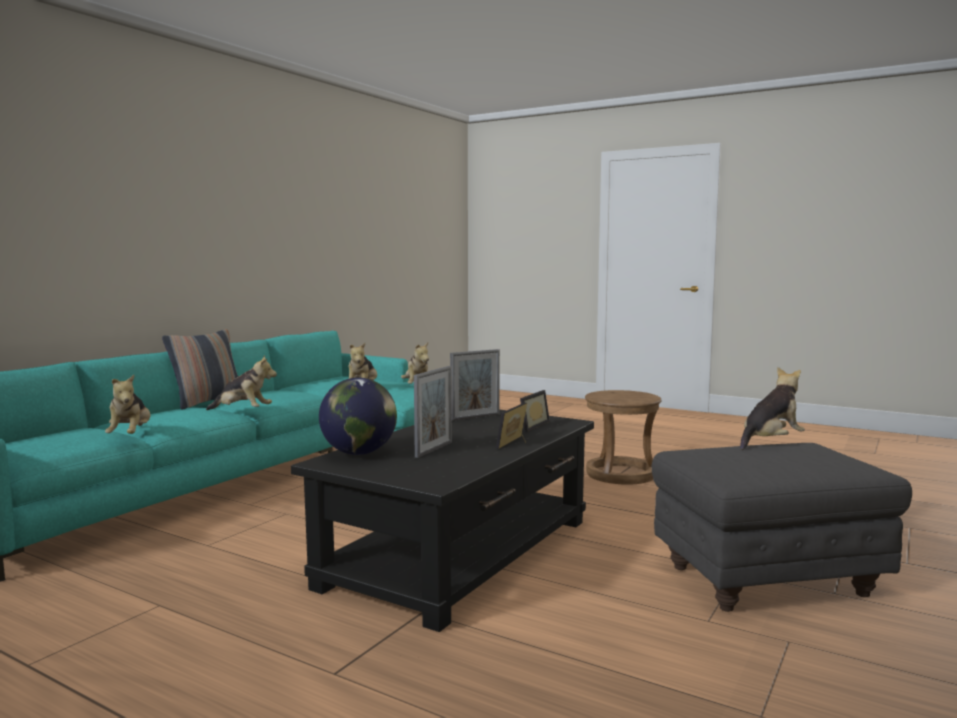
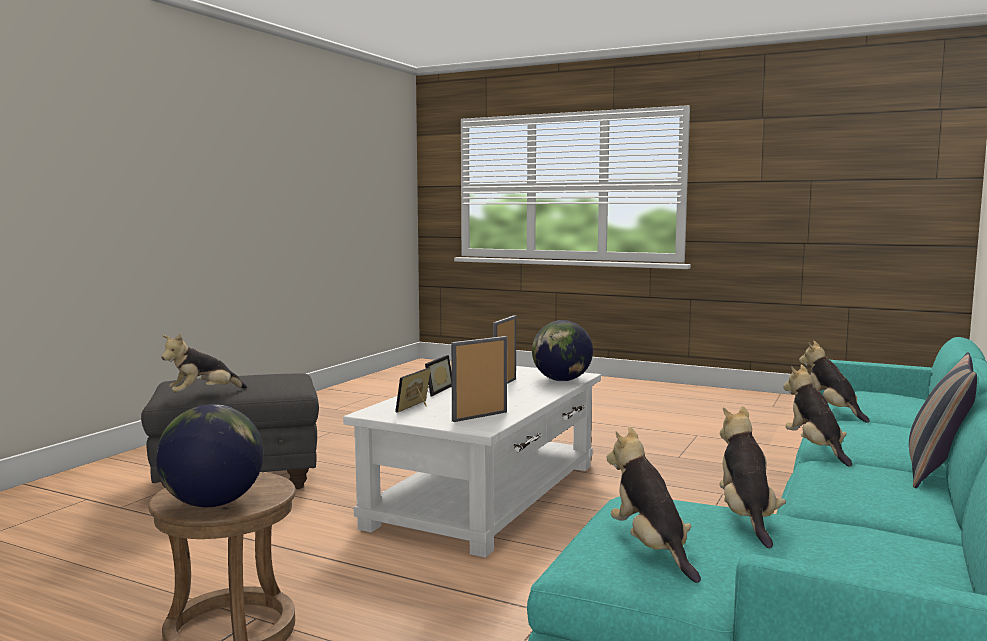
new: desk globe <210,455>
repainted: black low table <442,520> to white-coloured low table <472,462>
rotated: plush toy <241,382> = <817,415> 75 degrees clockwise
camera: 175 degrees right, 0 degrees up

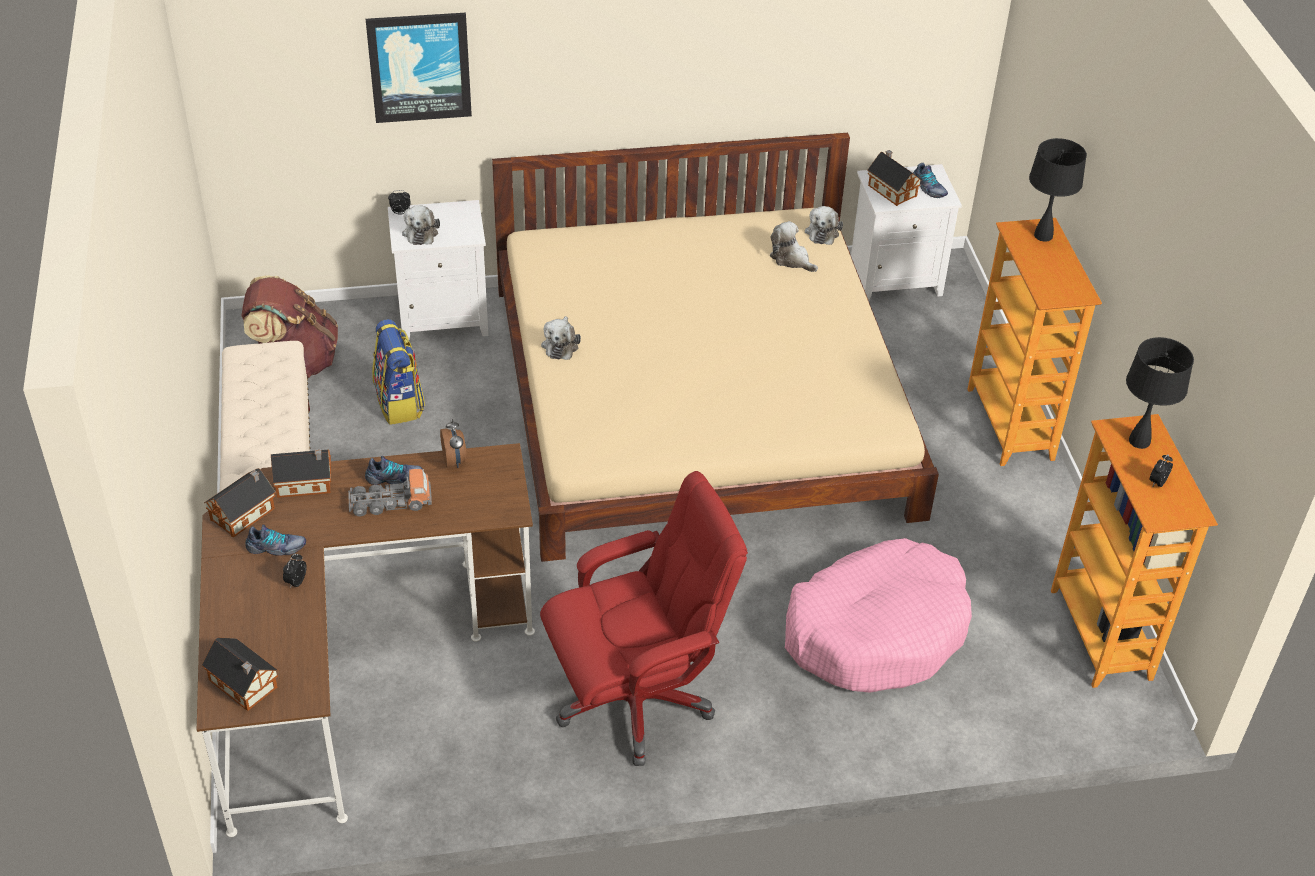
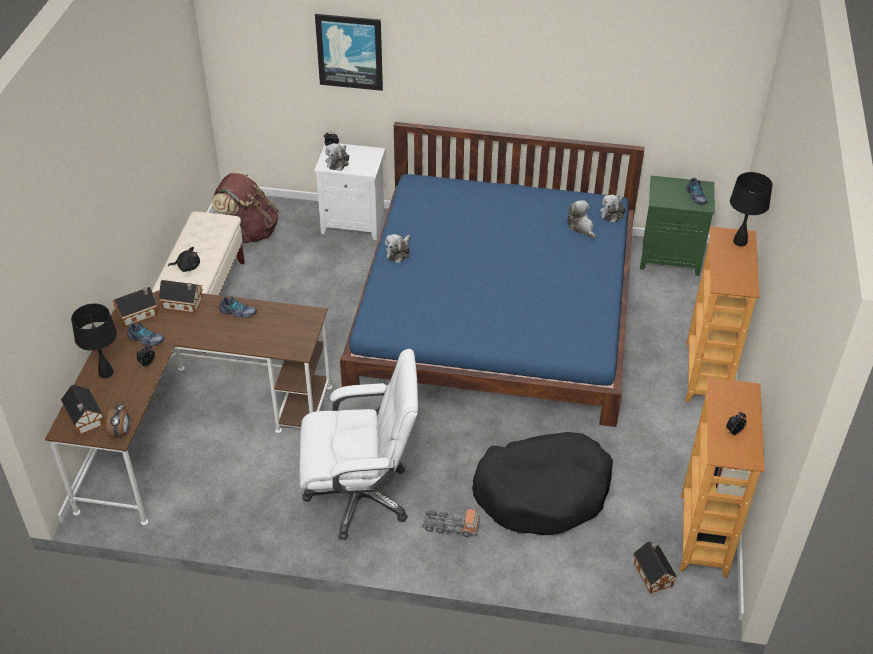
gone: rucksack <398,372>
new: black plush toy <184,259>
shifted: black table lamp <1160,393> to <94,340>; bedside clock <453,443> to <118,421>; toy truck <390,492> to <451,523>; miniature house <894,178> to <655,567>
repainted: reddish desk chair <644,618> to white-coloured desk chair <358,444>; beige bed <715,347> to blue bed <492,274>; pink-coloured pet bed <878,615> to black pet bed <542,483>; white-coloured nightstand <906,232> to green-coloured nightstand <677,226>
camera: 20 degrees right, 0 degrees up

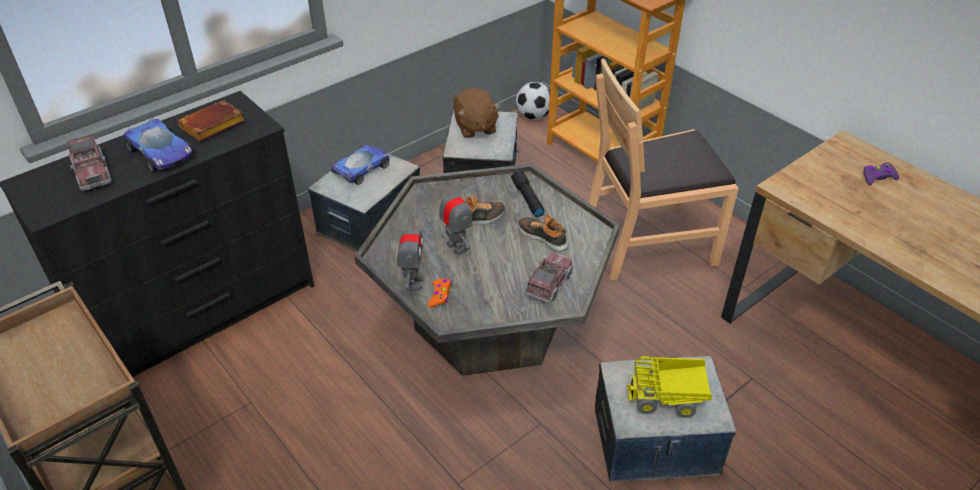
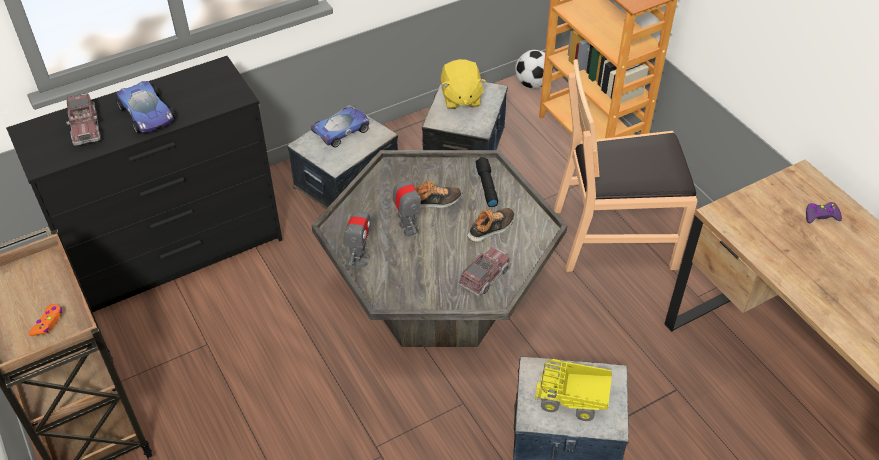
gone: brown bound book <211,120>
shifted: orangey gamepad <439,293> to <45,320>
repainted: brown plush toy <477,113> to yellow-coloured plush toy <463,84>
rotated: shoe <543,233> = <490,225> 90 degrees clockwise
camera: 10 degrees right, 5 degrees up

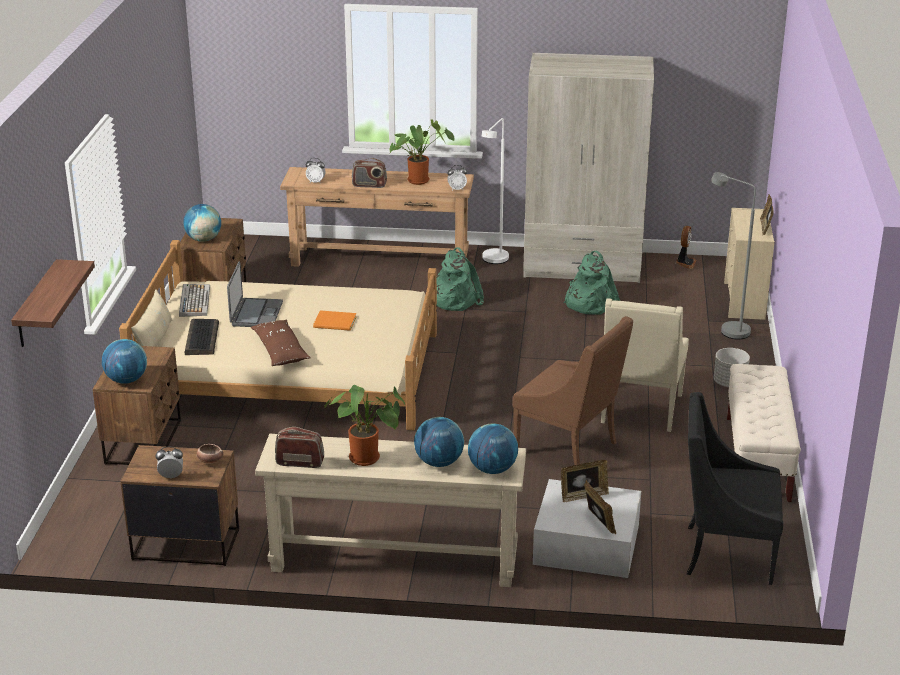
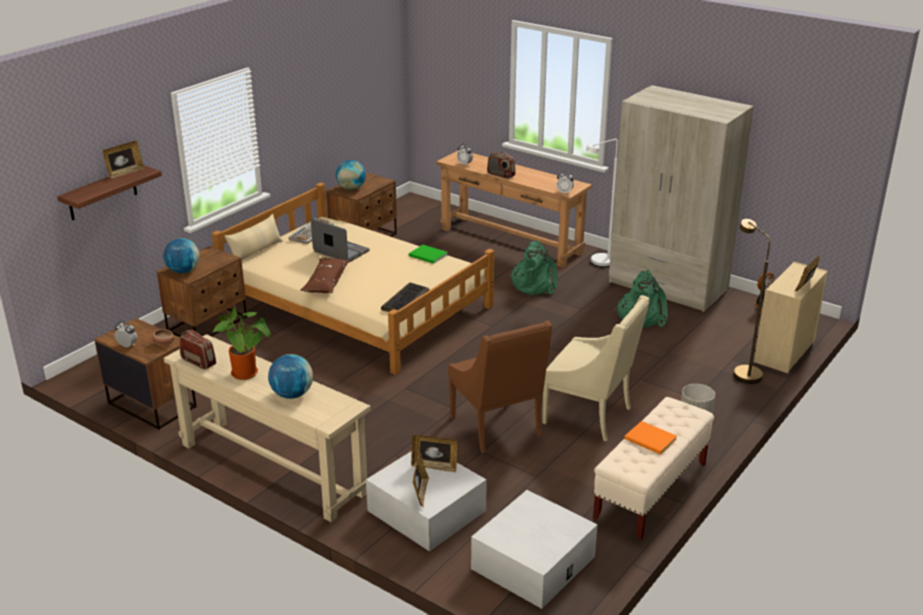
gone: houseplant <422,152>; desk globe <493,448>
new: standing frame <124,159>; green-coloured bound book <428,254>
shifted: PC keyboard <202,337> to <405,297>; orangey bound book <335,320> to <650,438>
swapped: black easy chair <735,488> to white-coloured storage container <534,549>
repainted: greyish standard lamp <733,255> to brown standard lamp <751,301>
rotated: portable computer <255,294> = <340,241> 90 degrees counterclockwise; beige easy chair <645,365> = <596,368> 105 degrees counterclockwise
camera: 30 degrees right, 0 degrees up

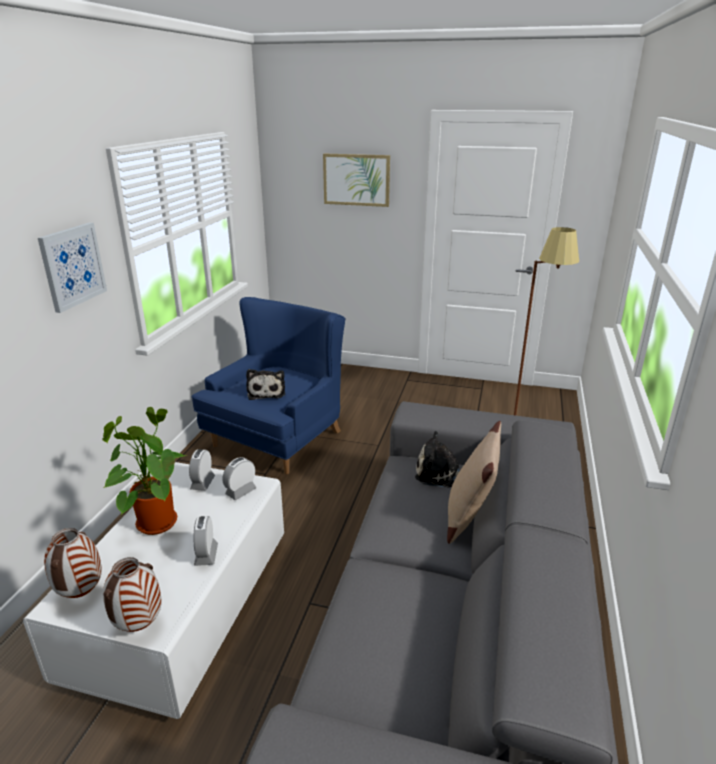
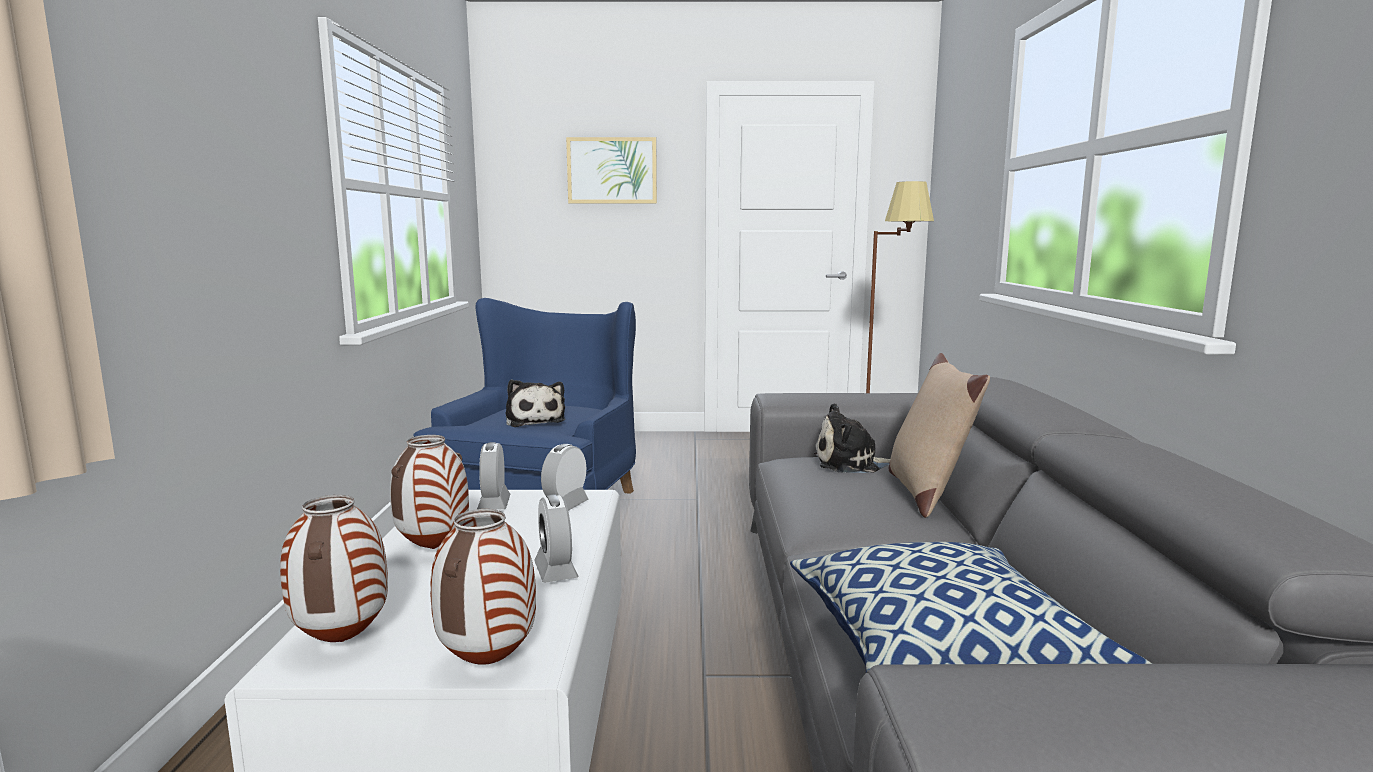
gone: wall picture <72,268>
new: cushion <971,607>
swapped: houseplant <144,471> to vase <429,492>
camera: 15 degrees left, 15 degrees down

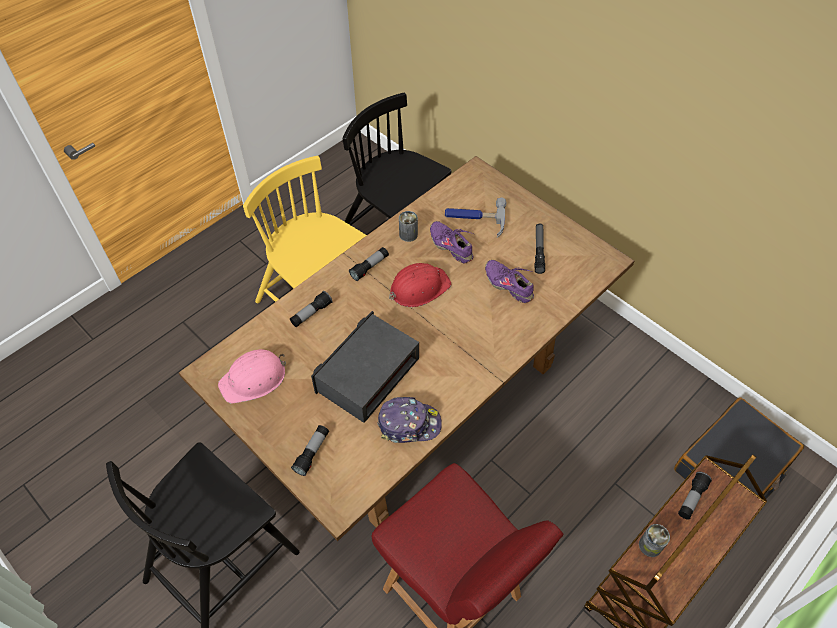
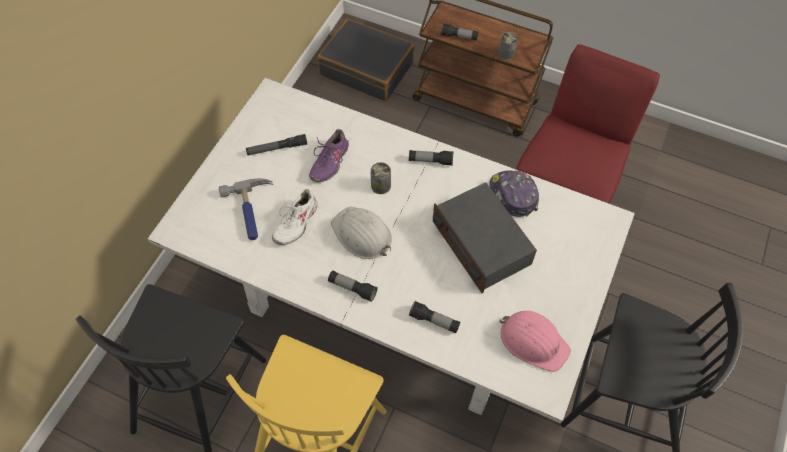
shifted: metal can <408,226> to <380,178>; hand torch <310,450> to <431,157>
repainted: brown kitchen table <406,348> to white-coloured kitchen table <391,250>; purple-coloured shoe <452,242> to white-coloured shoe <295,217>; reddish work helmet <420,285> to white-coloured work helmet <361,233>
rotated: radio <365,367> = <485,237> 45 degrees clockwise
camera: 110 degrees left, 5 degrees up

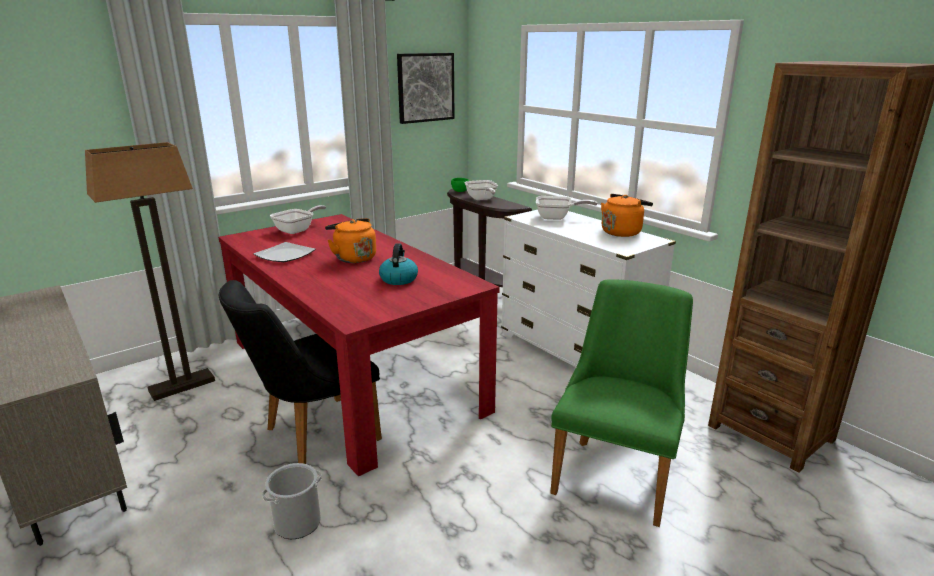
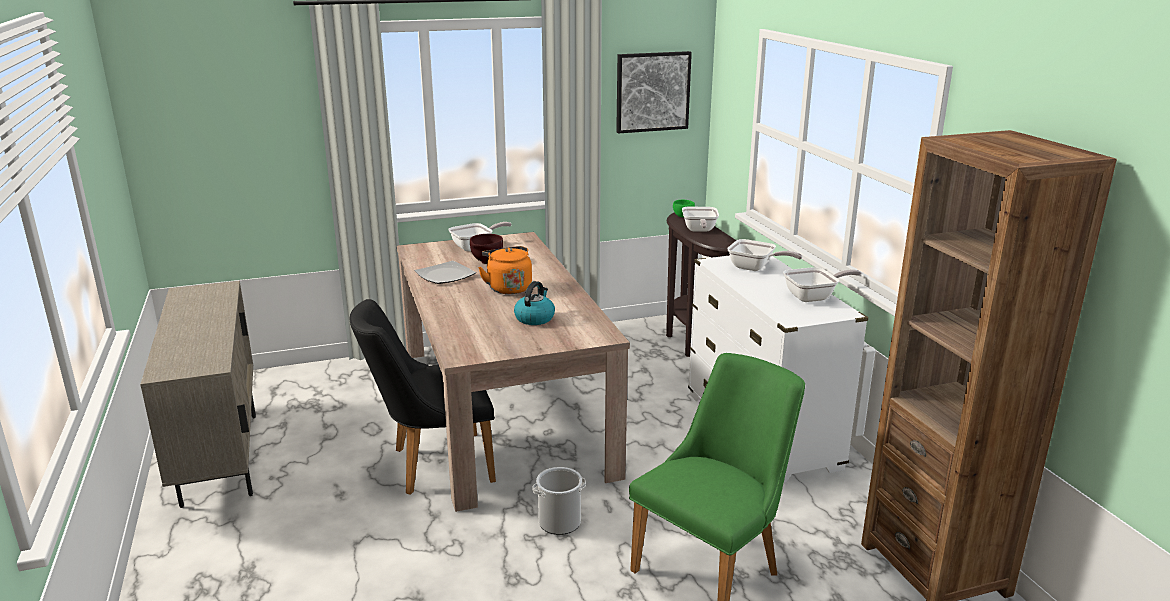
gone: standard lamp <150,271>
new: brown bowl <486,249>
shifted: pail <292,501> to <559,501>
swapped: orangey water kettle <627,215> to skillet <822,284>
repainted: reddish kitchen table <359,345> to beige kitchen table <513,372>
camera: 20 degrees right, 0 degrees up

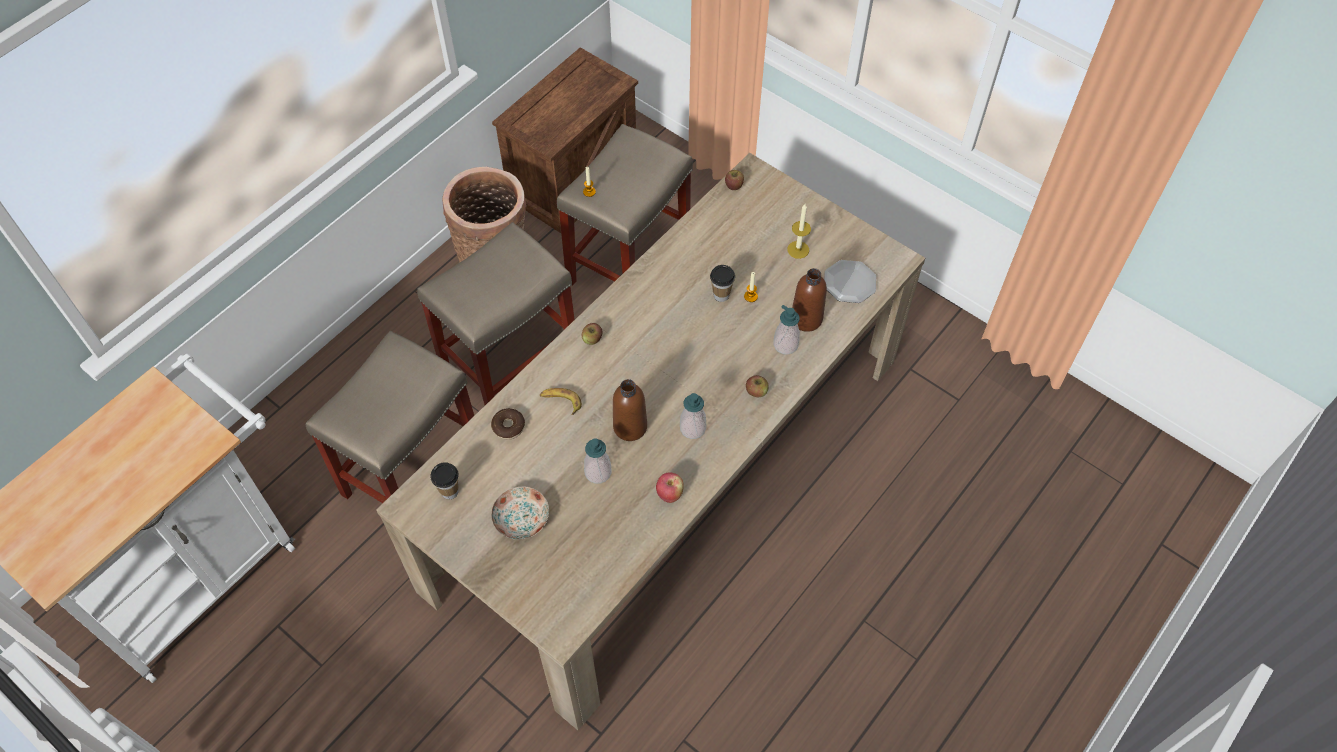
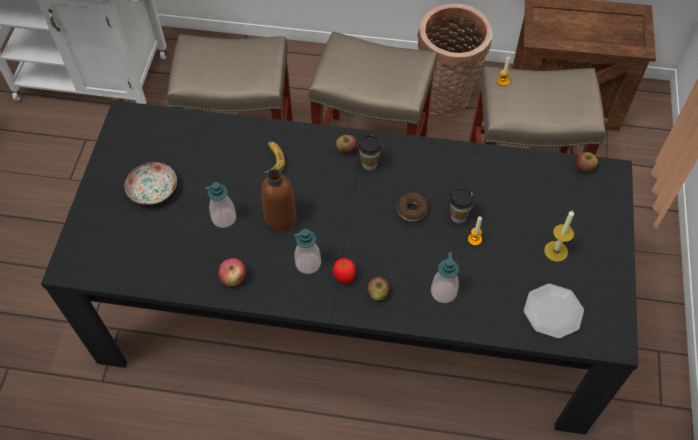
gone: brown beverage bottle <809,300>
new: whole tomato <344,271>
shifted: drinking cup <445,481> to <370,152>; ring doughnut <508,424> to <413,207>
repainted: beige kitchen table <650,441> to black kitchen table <339,267>
camera: 60 degrees right, 0 degrees up

